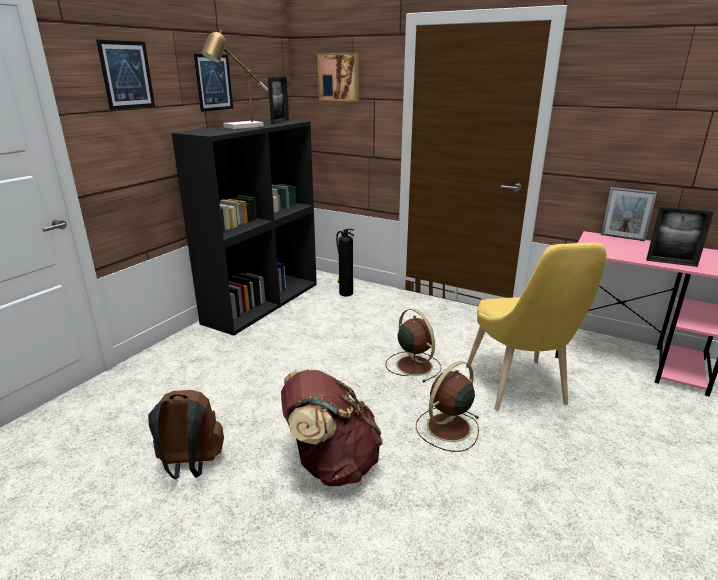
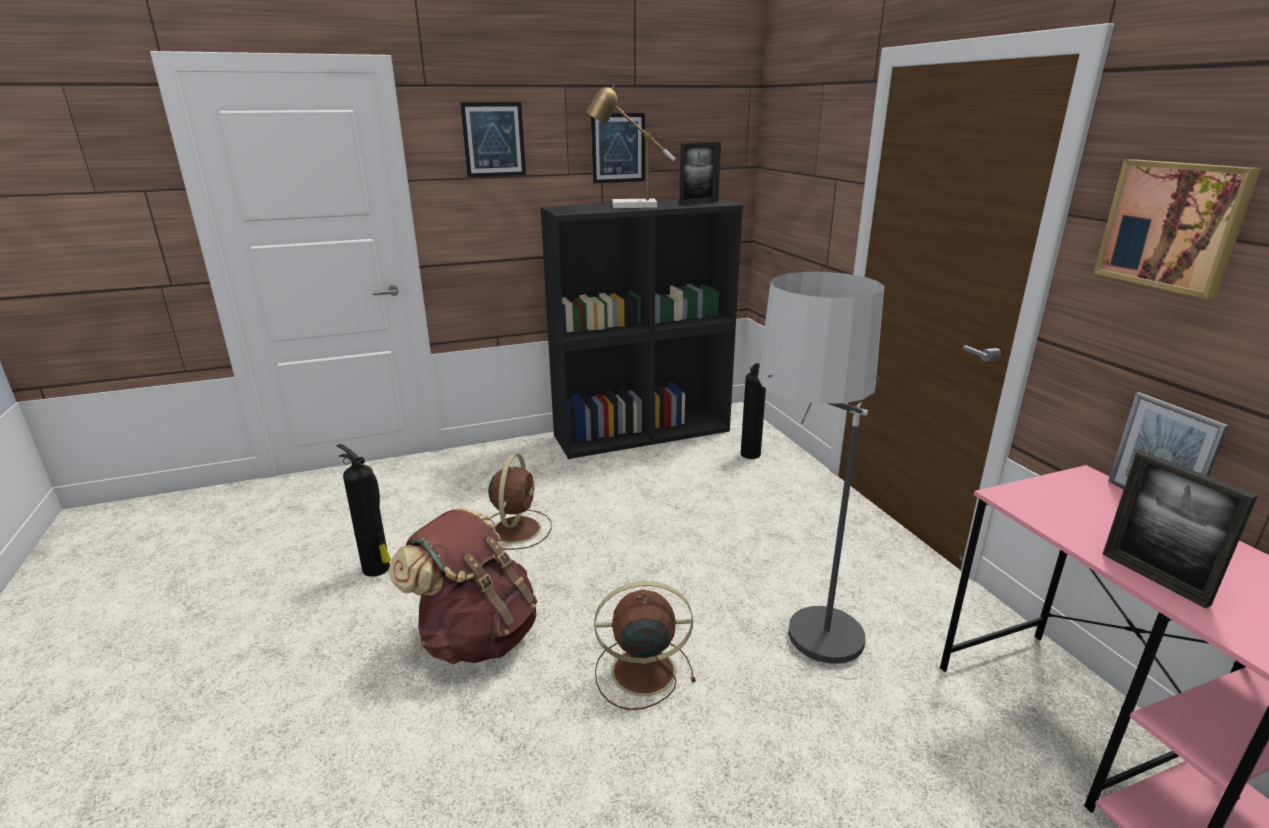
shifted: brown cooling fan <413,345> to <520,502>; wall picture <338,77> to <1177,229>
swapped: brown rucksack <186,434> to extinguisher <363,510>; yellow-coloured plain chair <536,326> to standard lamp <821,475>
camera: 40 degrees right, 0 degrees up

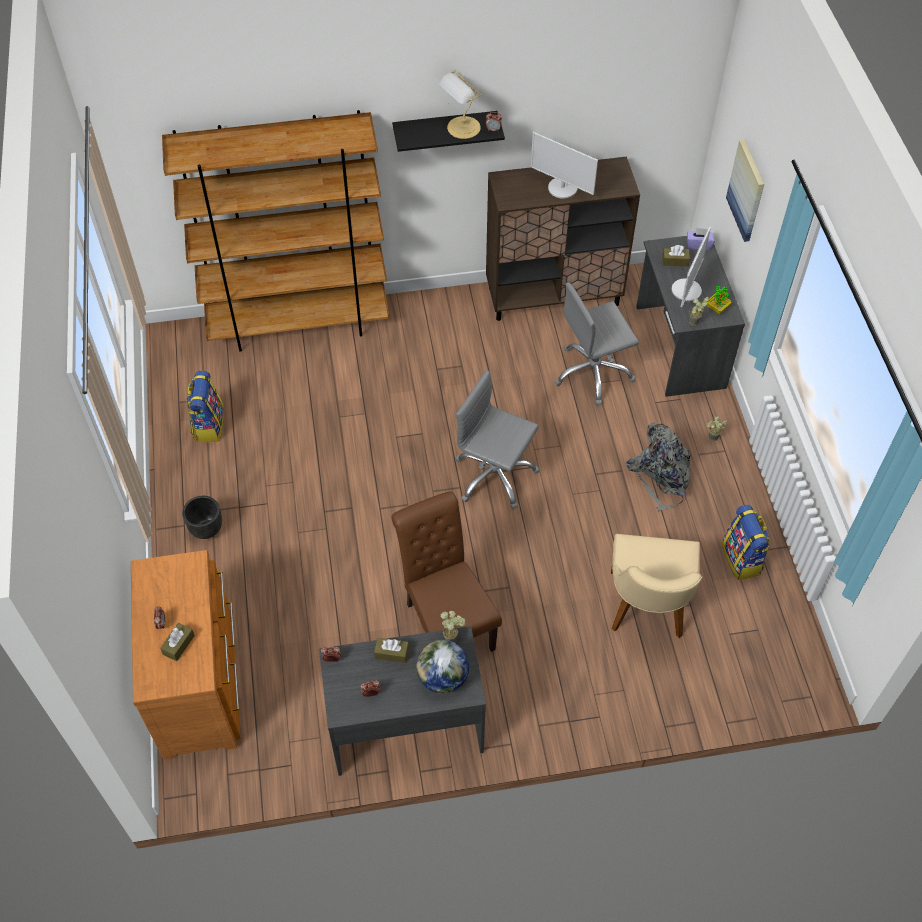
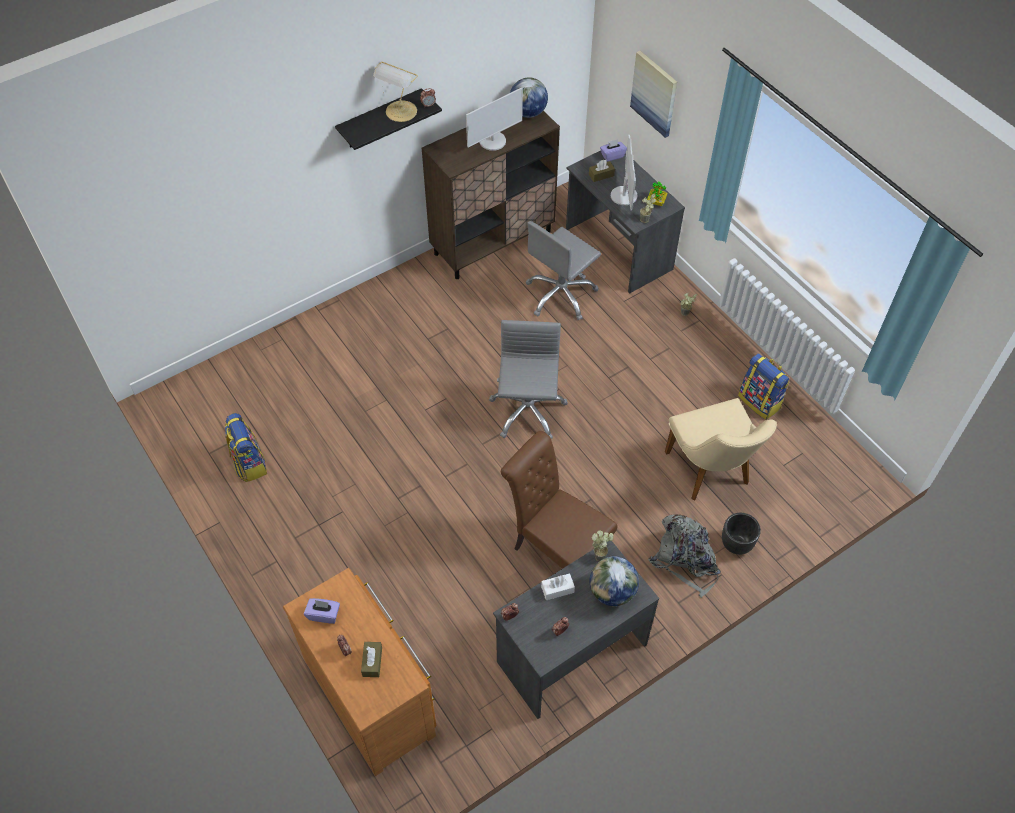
gone: brown bookshelf <275,231>
new: purple-coloured tissue box <322,611>; desk globe <529,97>
shifted: greyish rucksack <659,467> to <684,556>; black planter <202,517> to <741,534>
repainted: brown tissue box <391,650> to white-coloured tissue box <558,586>
rotated: computer display <564,165> = <494,119> 45 degrees counterclockwise; greyish desk chair <497,439> = <528,379> 90 degrees clockwise
camera: 25 degrees left, 0 degrees up

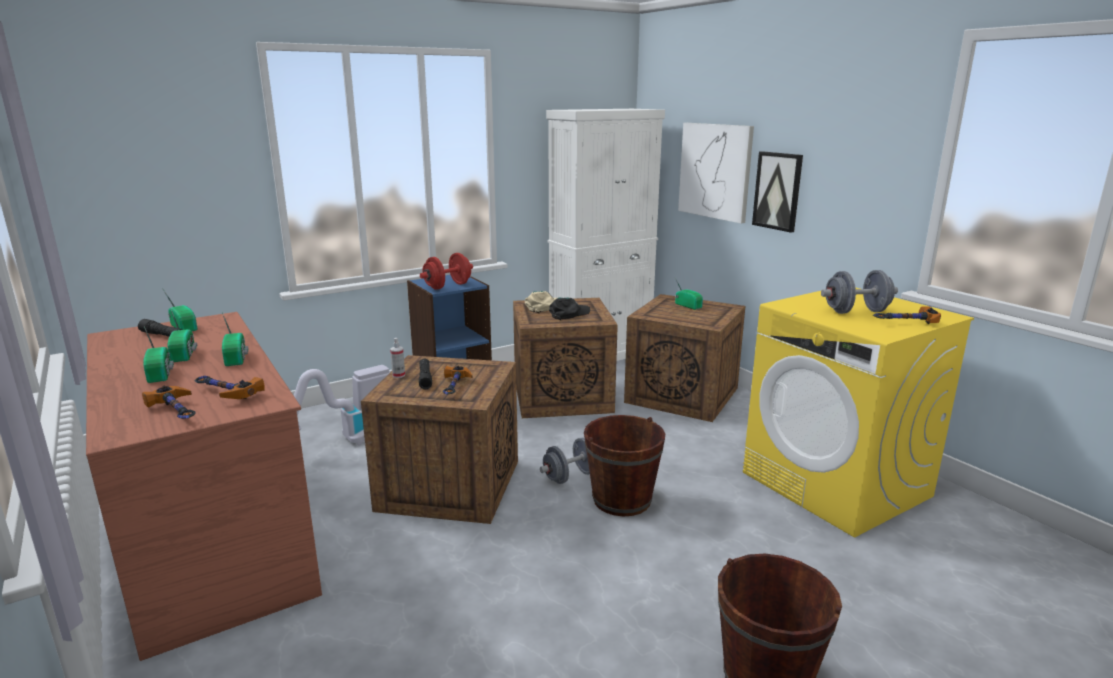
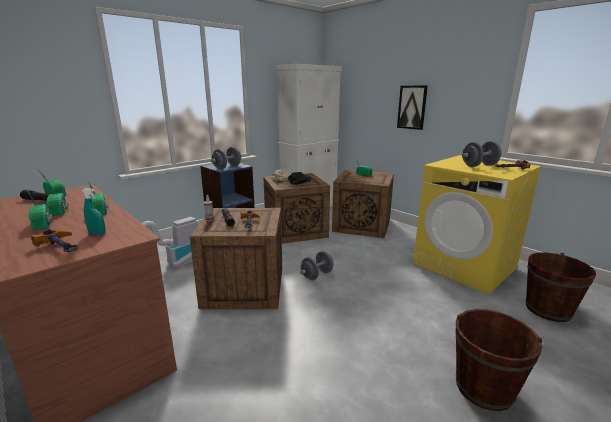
gone: wall picture <716,173>
shifted: brown pail <624,465> to <561,287>
swapped: hand hammer <229,387> to blue-green sprayer <94,211>
repainted: reddish free weight <446,271> to greyish free weight <226,158>
camera: 10 degrees left, 0 degrees up

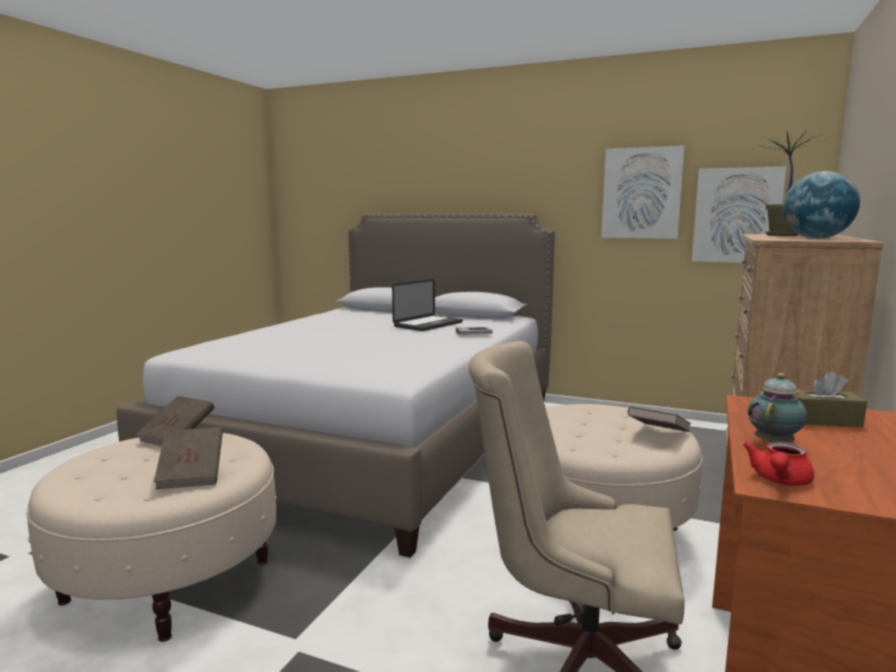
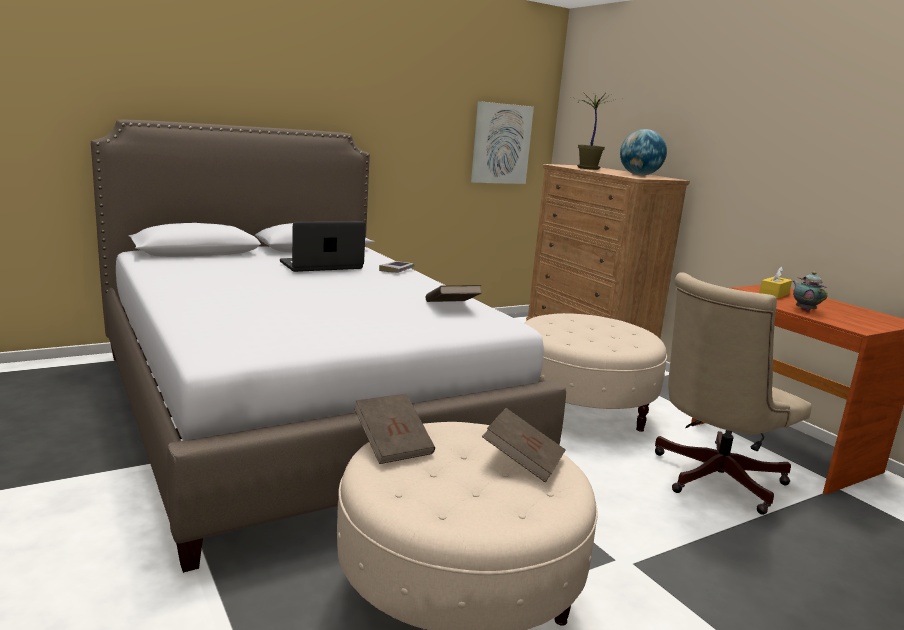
gone: wall picture <643,192>; reddish pot for tea <778,463>
shifted: brown bound book <659,419> to <454,293>
repainted: brown tissue box <831,399> to yellow-coloured tissue box <775,282>
rotated: portable computer <427,305> = <323,246> 105 degrees counterclockwise
camera: 55 degrees left, 5 degrees up

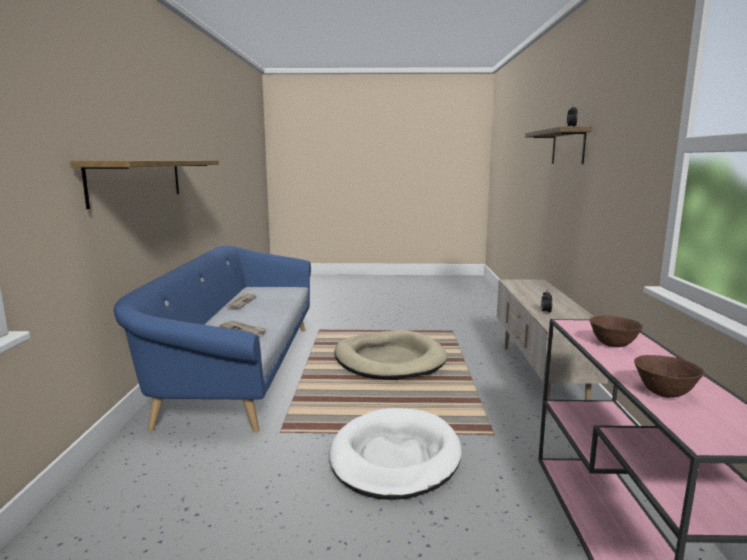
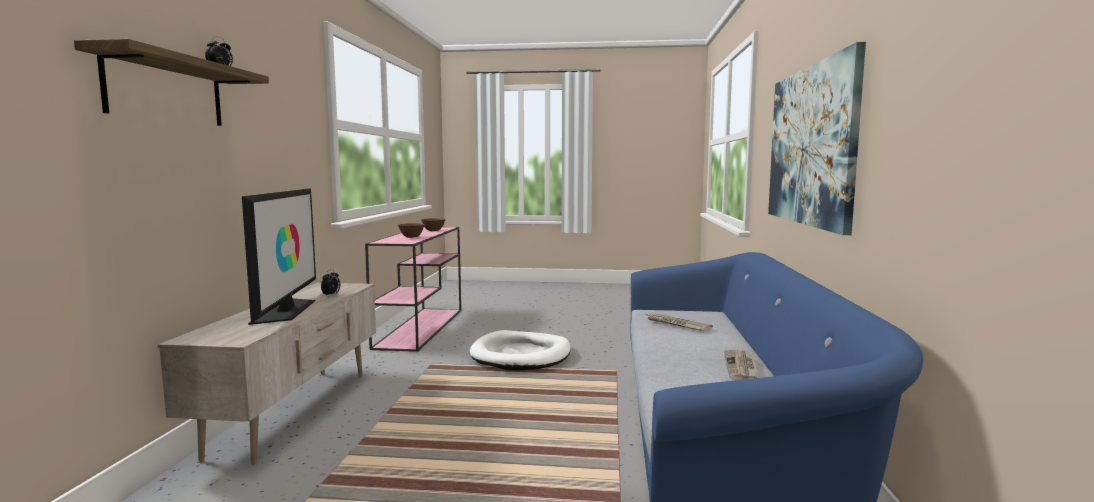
gone: beige pet bed <391,355>
new: television <279,256>
swapped: shelf <144,184> to wall picture <817,138>
camera: 175 degrees left, 5 degrees down

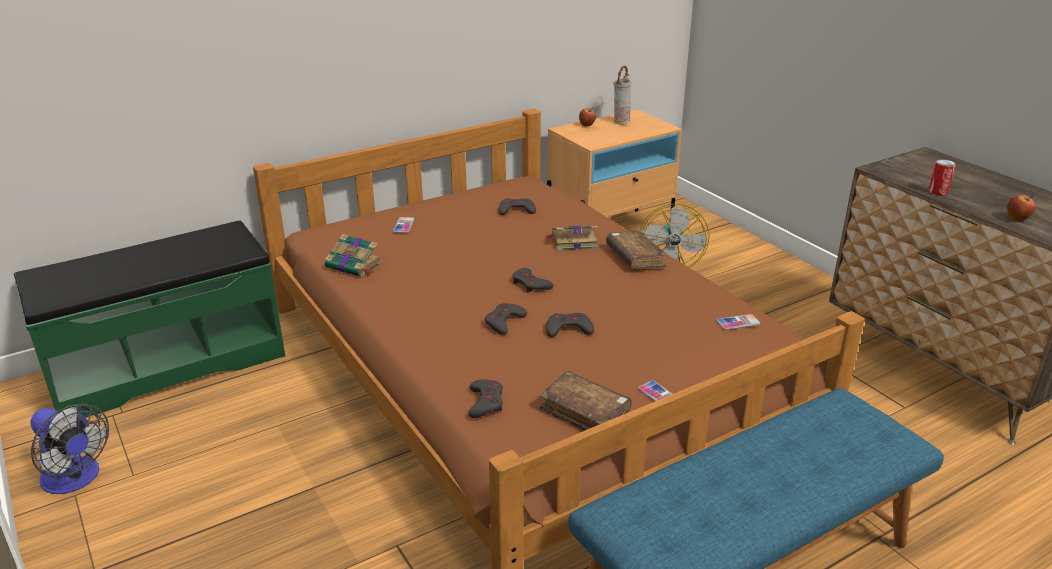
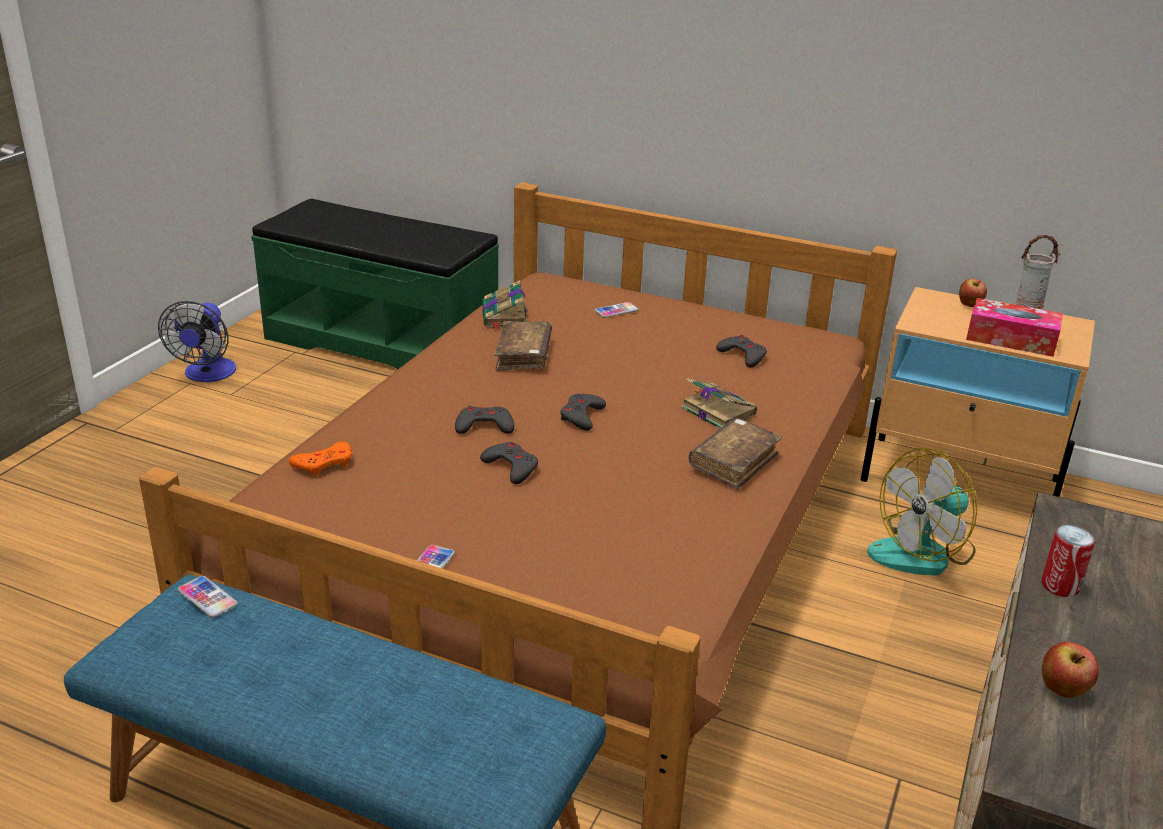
new: tissue box <1014,327>
shifted: telephone <738,322> to <208,597>; brown bound book <585,400> to <523,346>
repainted: greyish gamepad <485,398> to orangey gamepad <320,459>
camera: 55 degrees right, 0 degrees up

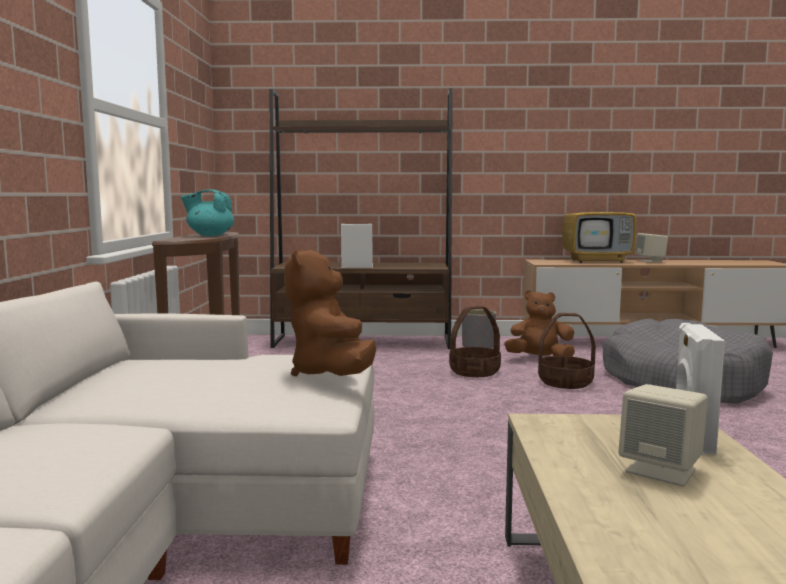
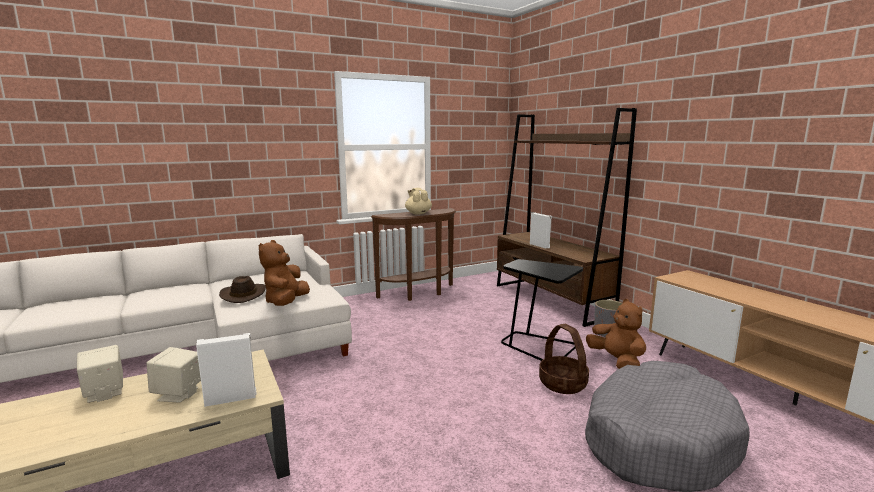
gone: television <599,222>
new: brown clothing hat <242,289>
shifted: beige speaker <651,247> to <100,374>
swapped: household basket <475,341> to black end table <542,310>
repainted: blue-green pot for tea <207,212> to beige pot for tea <418,201>
rotated: brown plush toy <330,312> = <284,273> 45 degrees counterclockwise
camera: 60 degrees right, 5 degrees up

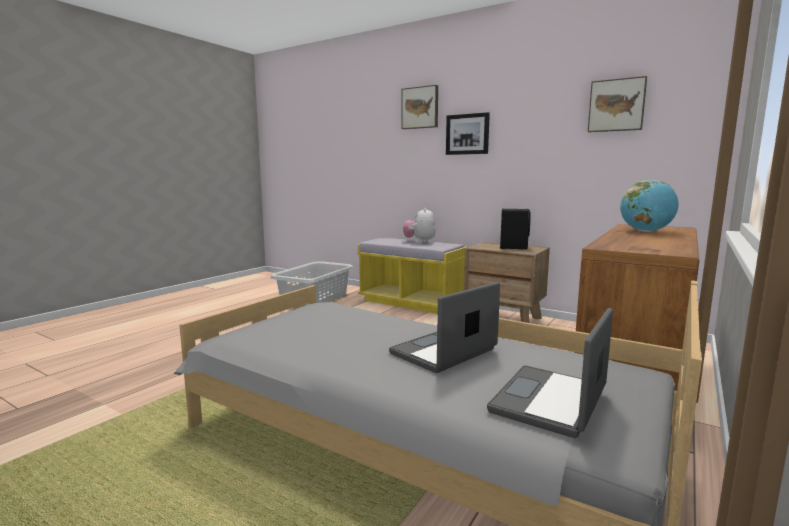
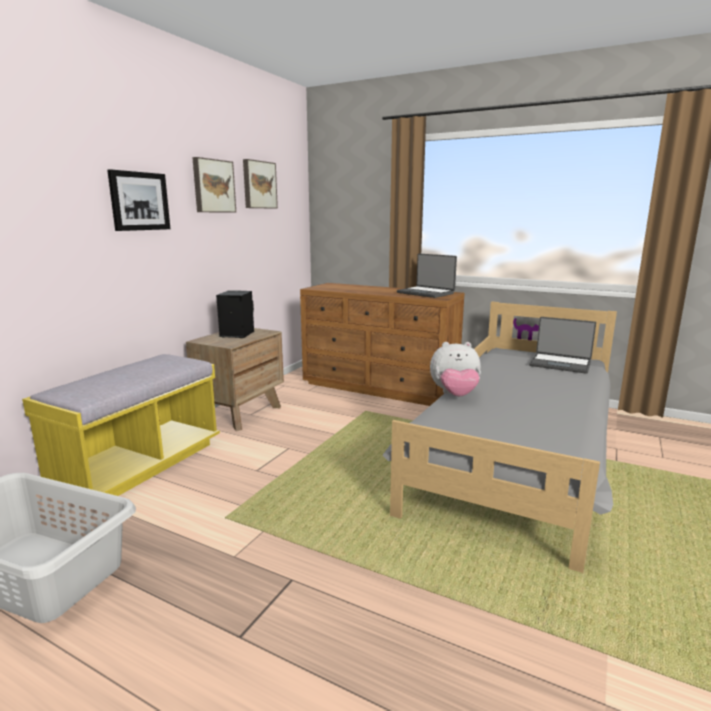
gone: desk globe <649,206>
shifted: wall picture <419,107> to <214,184>; portable computer <444,327> to <427,275>; plush toy <419,225> to <455,369>
camera: 95 degrees left, 5 degrees up

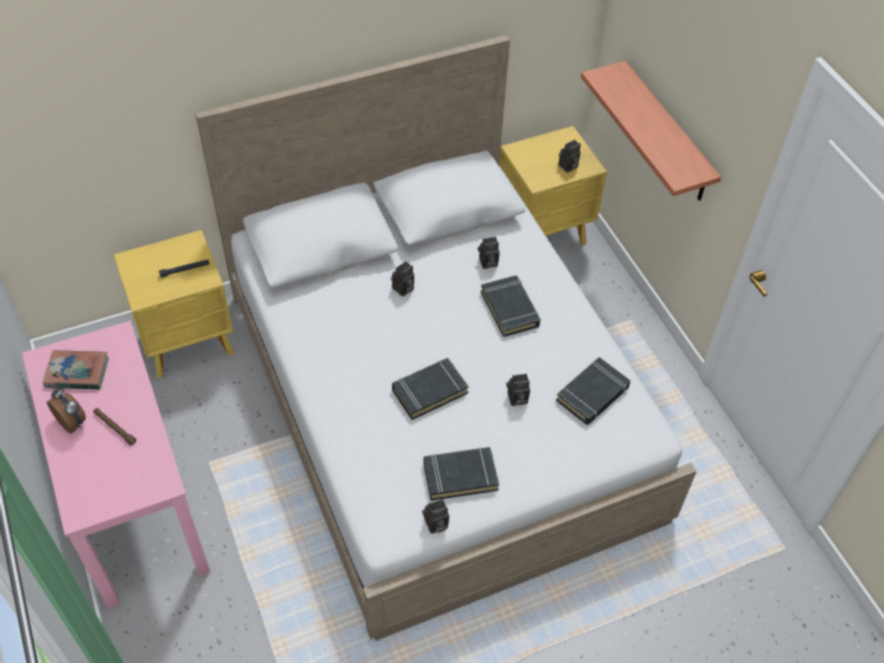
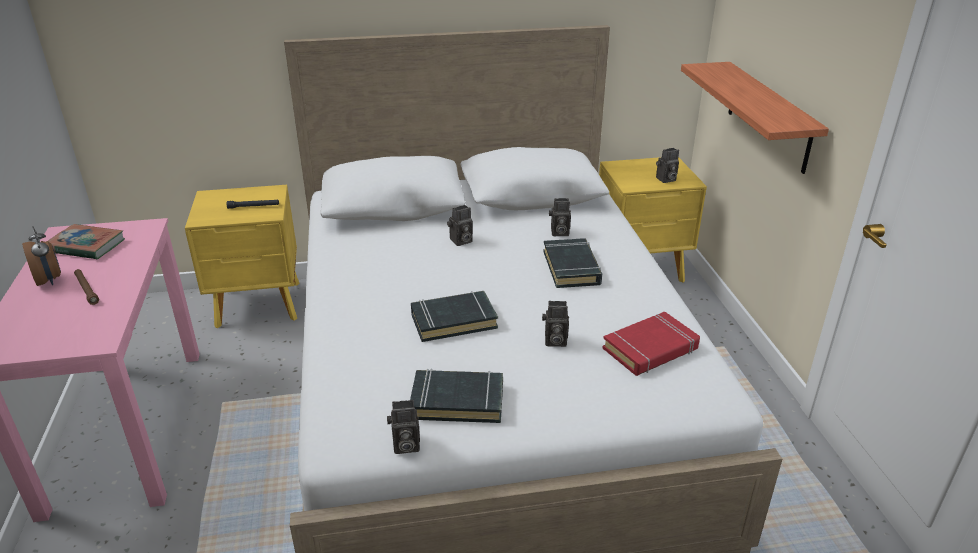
repainted: black bound book <593,391> to reddish bound book <651,344>
camera: 15 degrees right, 20 degrees down

